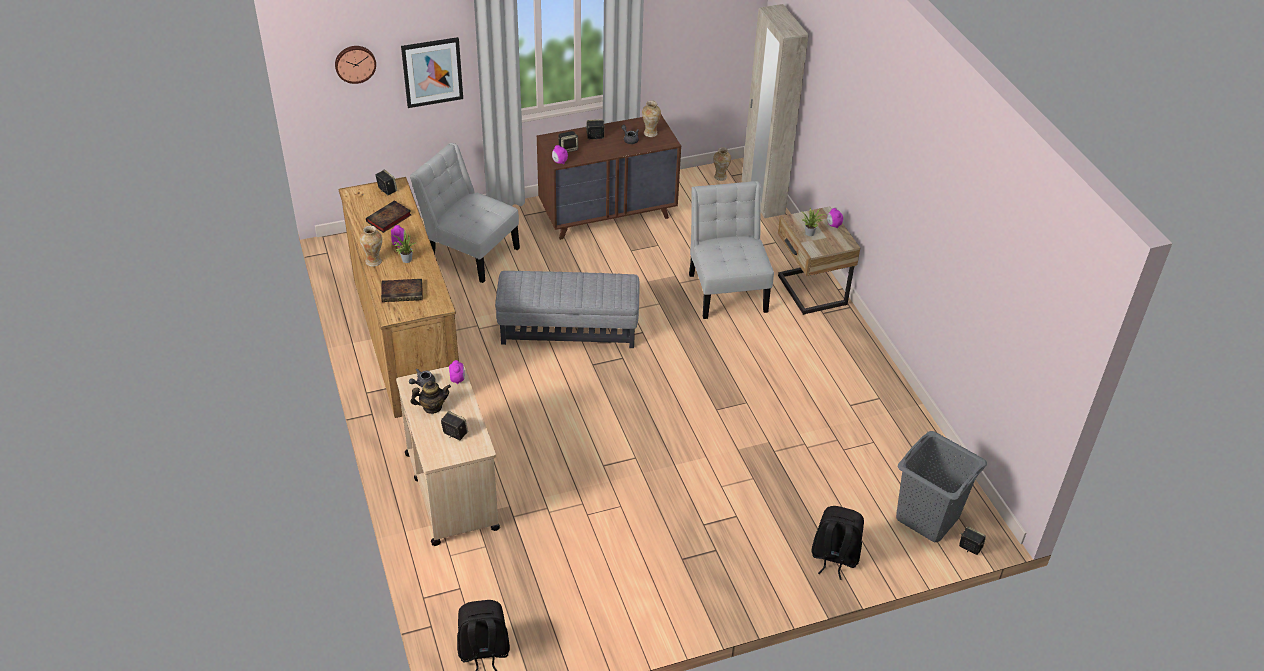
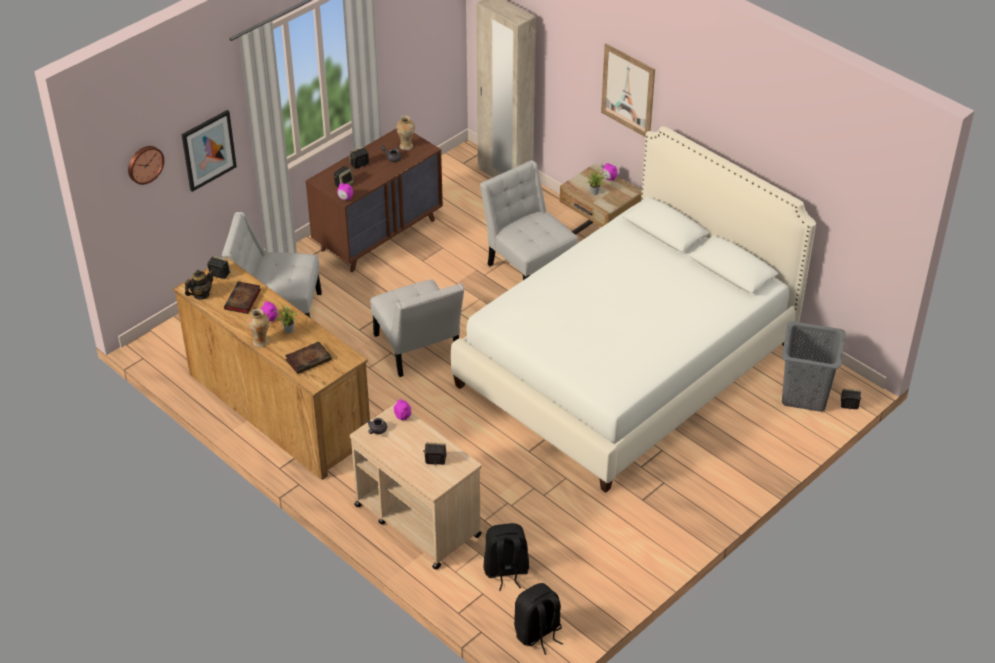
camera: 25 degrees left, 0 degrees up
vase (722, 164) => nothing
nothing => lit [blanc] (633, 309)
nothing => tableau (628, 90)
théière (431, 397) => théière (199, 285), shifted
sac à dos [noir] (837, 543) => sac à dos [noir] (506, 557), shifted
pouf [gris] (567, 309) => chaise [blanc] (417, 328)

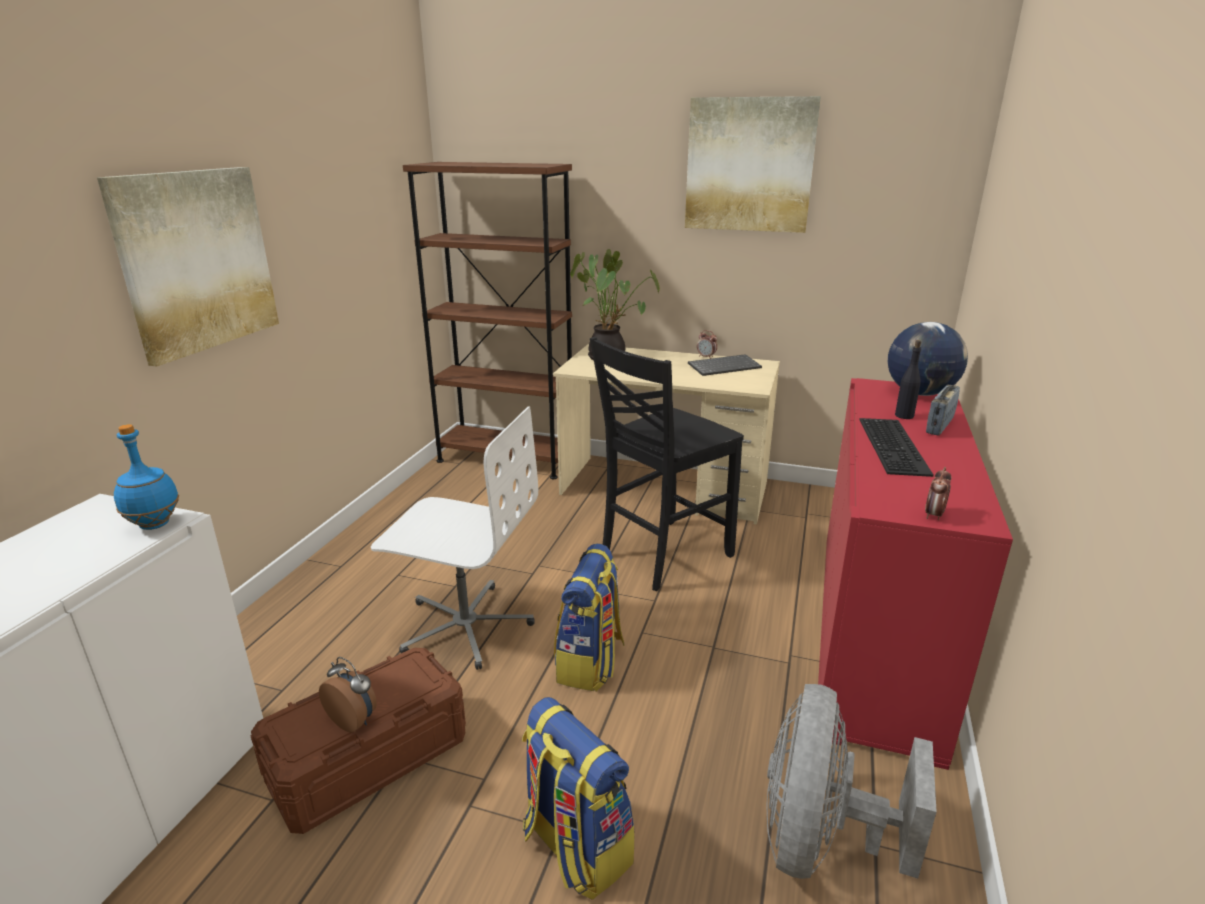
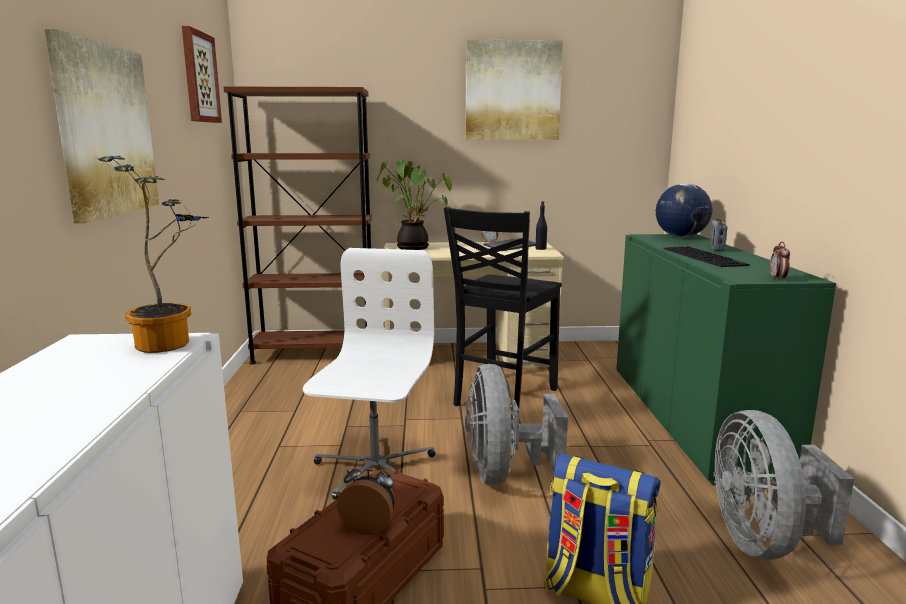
camera: 20 degrees left, 10 degrees down
nothing => tableau (202, 74)
bouteille [noir] (908, 379) => bouteille [noir] (541, 225), shifted
bouteille [bleu] (146, 477) => plante en pot (153, 254)
sac à dos (589, 617) => ventilateur [gris] (516, 424)
meuble de rangement [rouge] (915, 574) => meuble de rangement [vert] (726, 359)
chaise de bureau [blanc] (454, 538) => chaise de bureau [blanc] (369, 374), 75 degrees counterclockwise

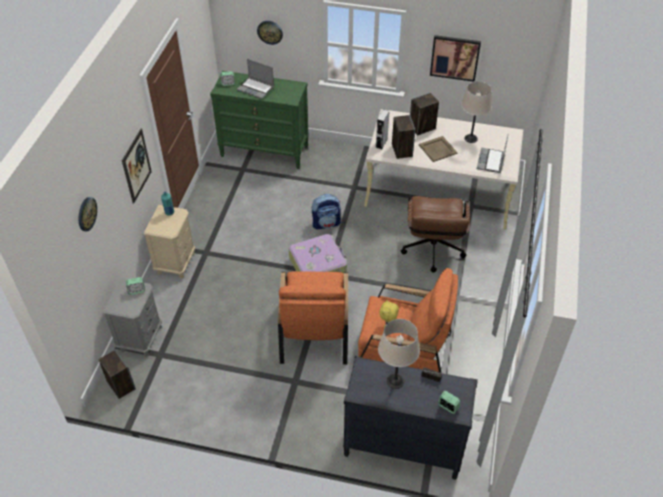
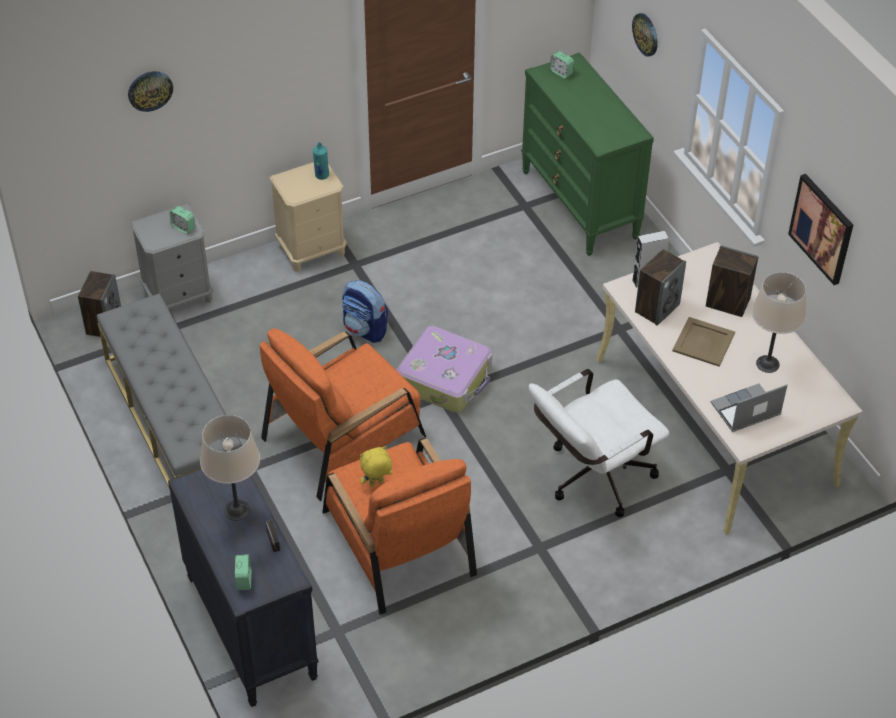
camera: 50 degrees right, 0 degrees up
tableau (137, 166) => nothing
ordinateur portable (255, 79) => nothing
nothing => banc [gris] (169, 391)
sac à dos (326, 211) => sac à dos (365, 311), shifted
chaise de bureau [marron] (435, 234) => chaise de bureau [blanc] (599, 443)

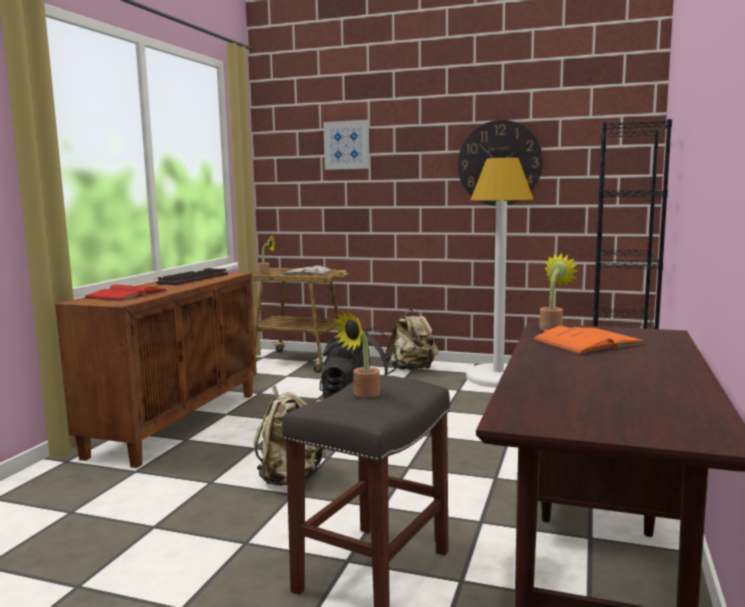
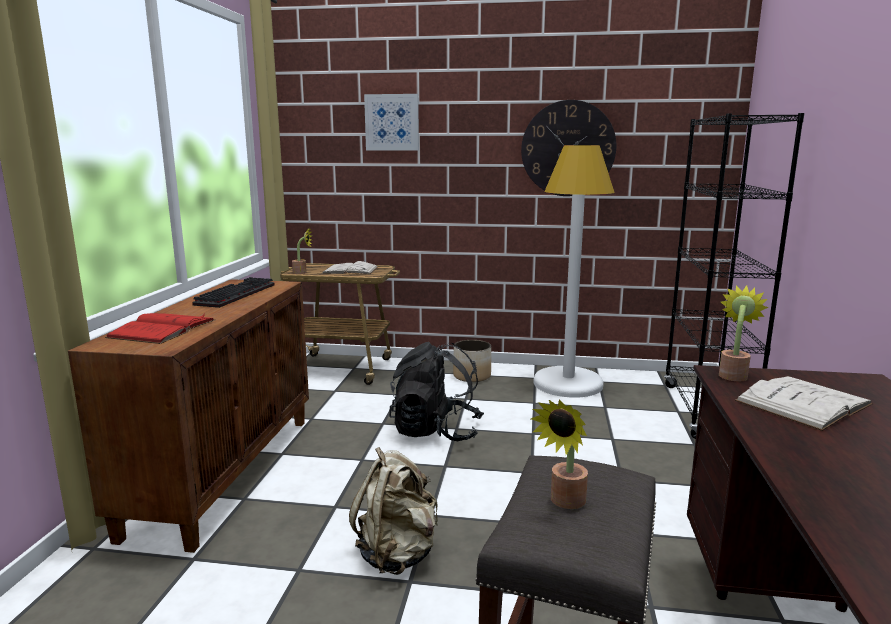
camera: 10 degrees left, 5 degrees up
sac à dos [beige] (412, 340) => cache-pot (472, 361)
livre [orange] (590, 340) => livre [blanc] (804, 403)

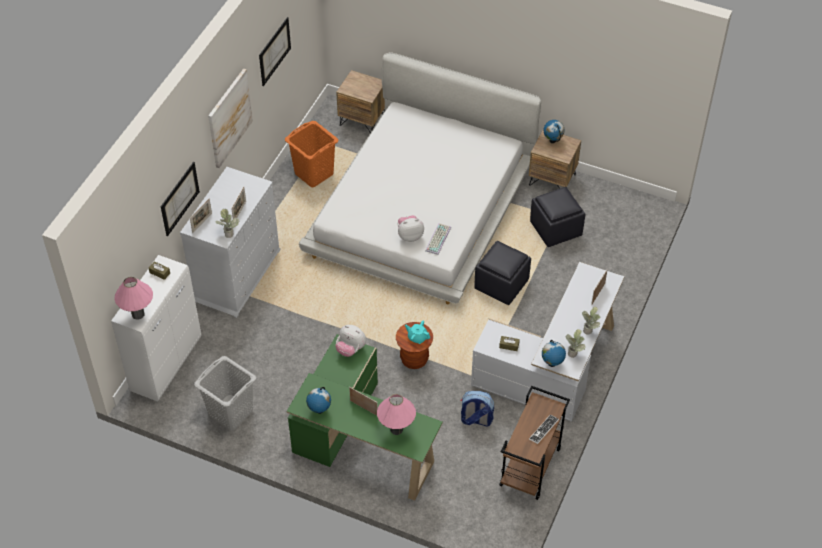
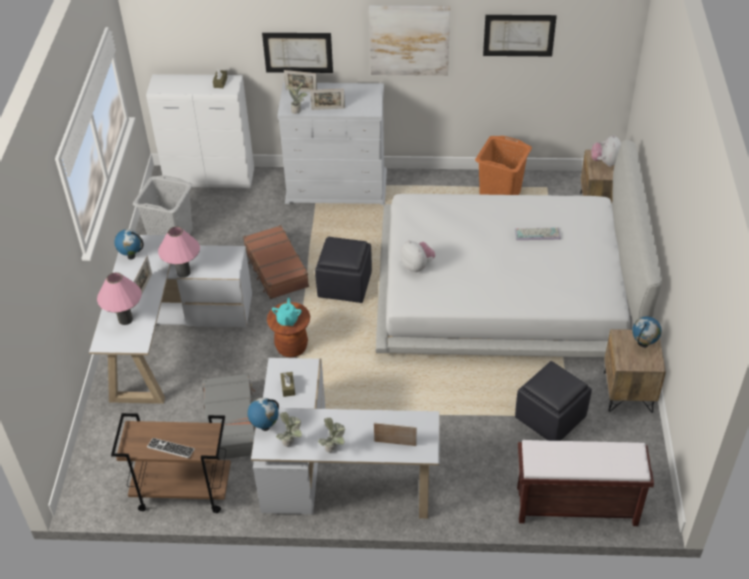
camera: 70 degrees right, 5 degrees down
nothing => valise [marron] (276, 262)
nothing => banc [marron] (585, 483)
lampe de table [rose] (133, 298) => lampe de table [rose] (179, 252), shifted
peluche (350, 341) => peluche (606, 151), shifted
clavier (438, 239) => clavier (538, 233), shifted
pouf [noir] (503, 273) => pouf [noir] (343, 270), shifted
sac à dos (477, 408) => valise [gris] (229, 416)
bureau [vert] (364, 417) => bureau [blanc] (170, 319)

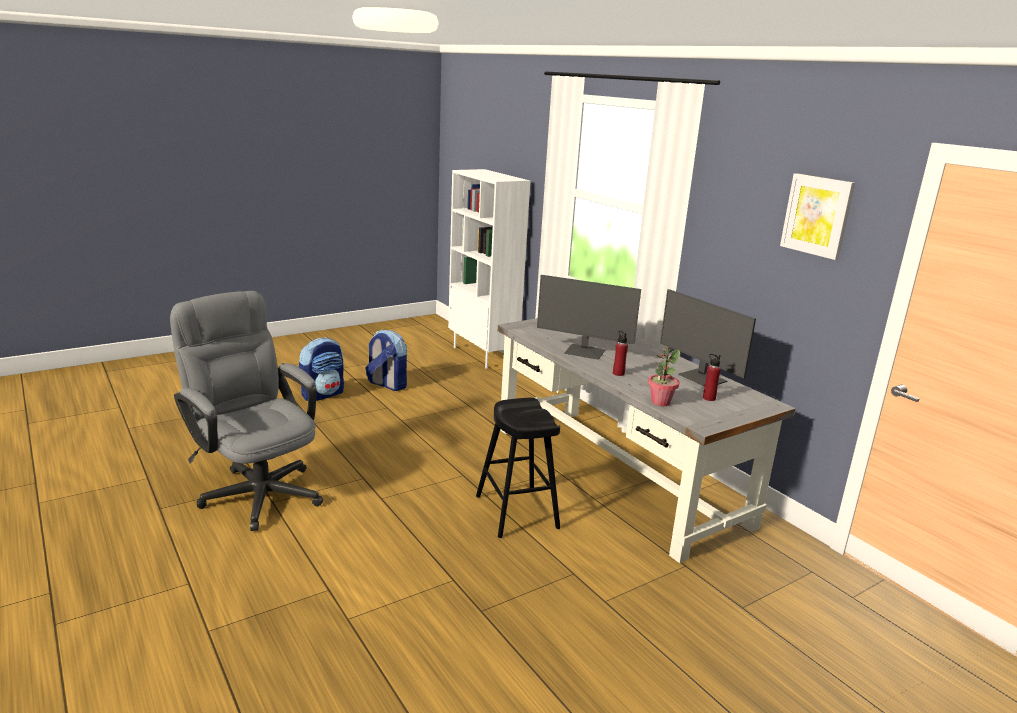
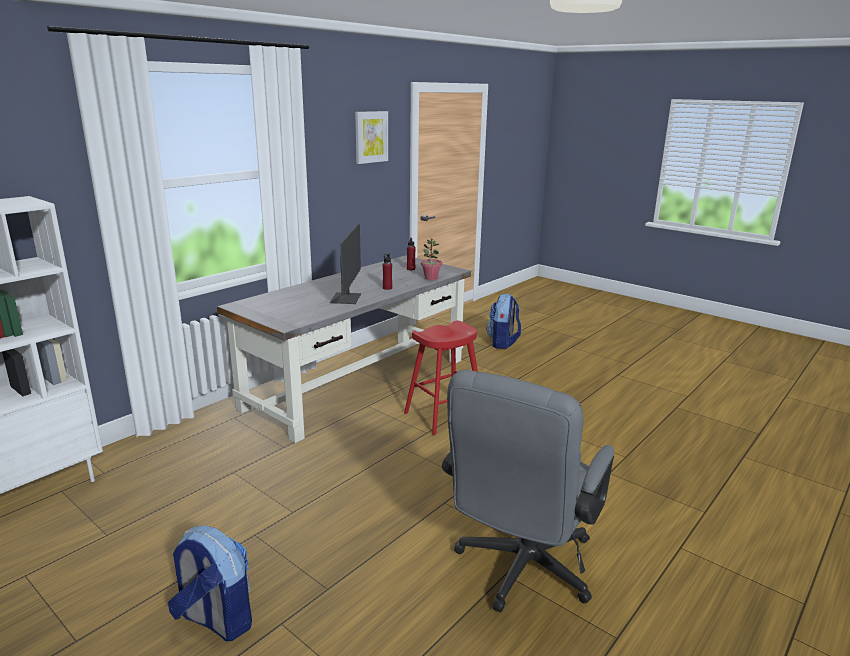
camera: 105 degrees left, 0 degrees up
écran d'ordinateur (708, 338) => nothing
sac à dos (386, 360) => sac à dos (503, 321), shifted
tabouret [noir] (518, 468) => tabouret [rouge] (441, 378)

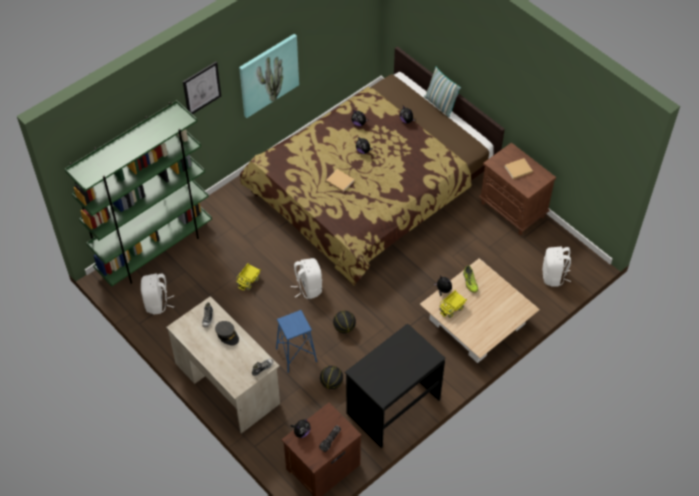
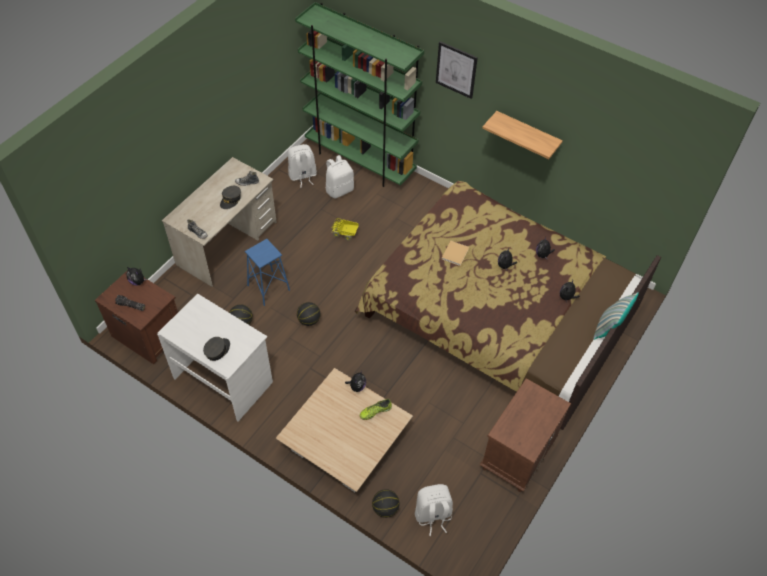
camera: 75 degrees right, 0 degrees up
camion jouet (453, 304) => nothing
livre [beige] (518, 168) => nothing
nothing => casquette [gris] (216, 349)
nothing => ballon de basket (385, 503)
sac à dos [blanc] (306, 278) => sac à dos [blanc] (339, 176), shifted
tableau (269, 76) => étagère (522, 135)
bureau [noir] (395, 385) => bureau [blanc] (215, 357)

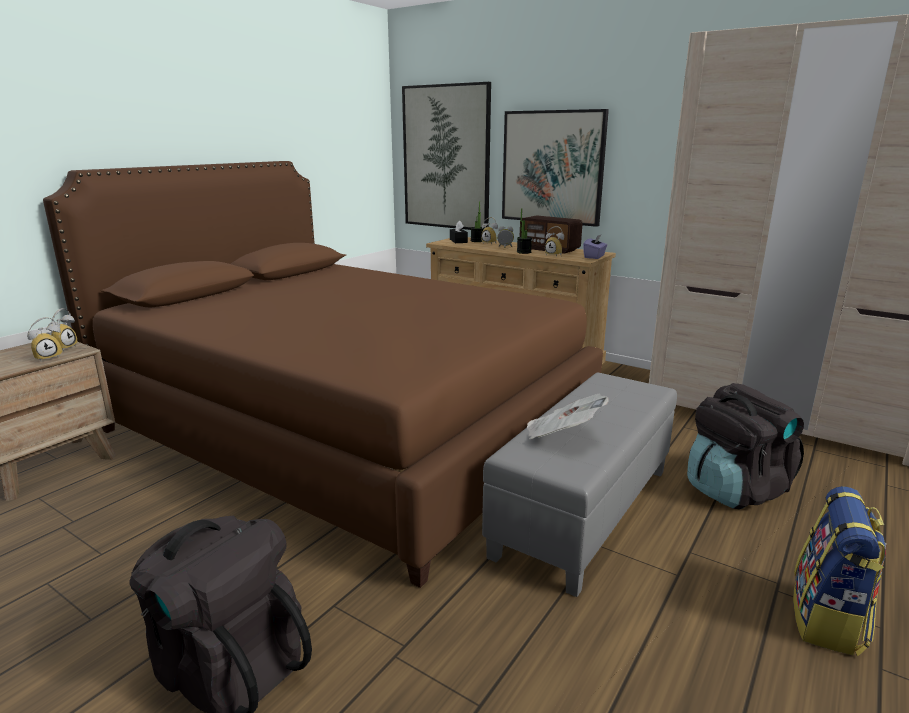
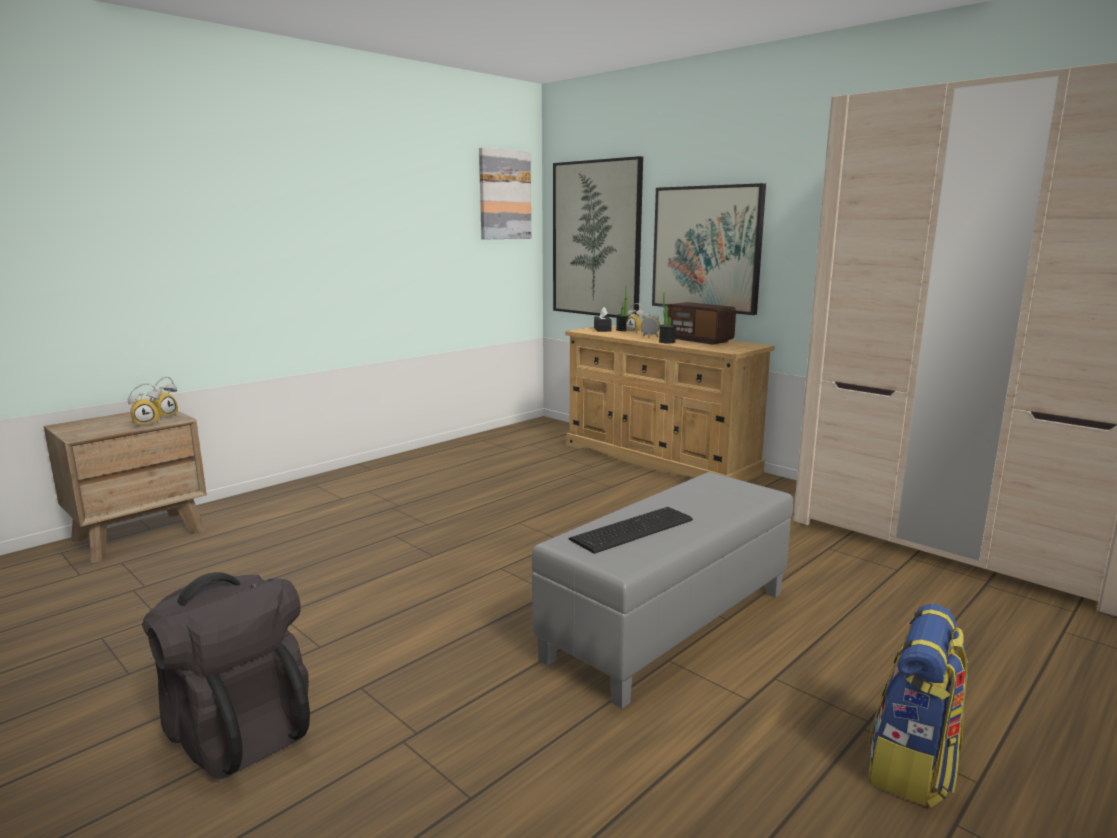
camera: 10 degrees right, 5 degrees down
lit [marron] (323, 374) => nothing
réveil (554, 241) => nothing
boîte à mouchoirs [violet] (595, 247) => nothing
sac à dos [noir] (745, 446) => nothing
nothing => tableau (505, 194)
journal (568, 416) => clavier (631, 530)

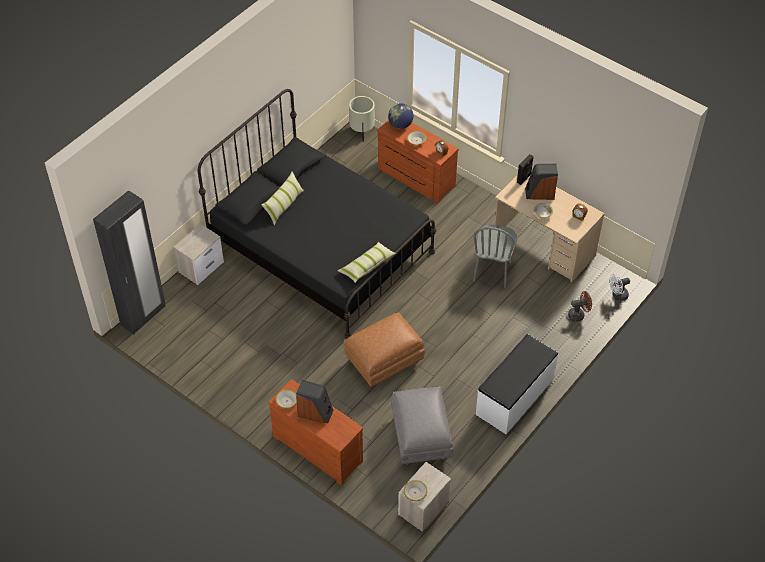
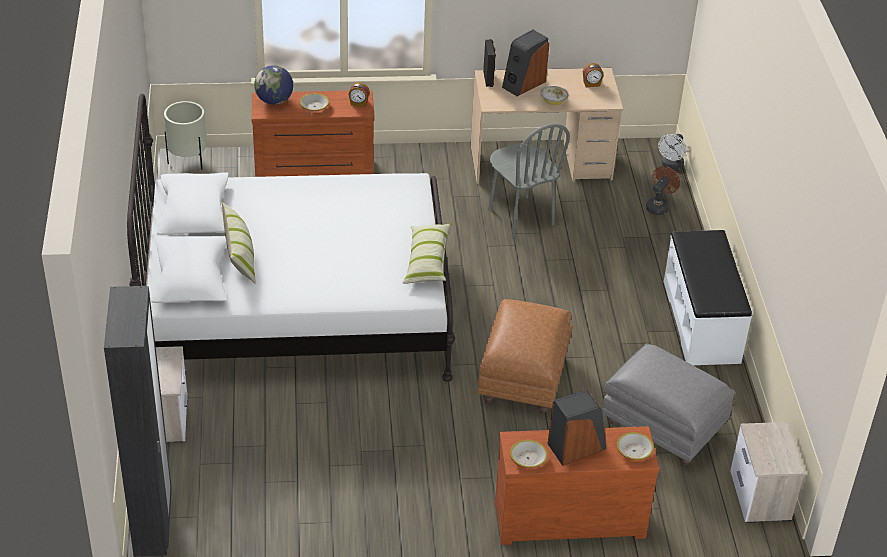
camera: 45 degrees left, 10 degrees down
bol (415, 490) => bol (635, 446), shifted
lit [noir] (317, 214) => lit [blanc] (291, 238)

